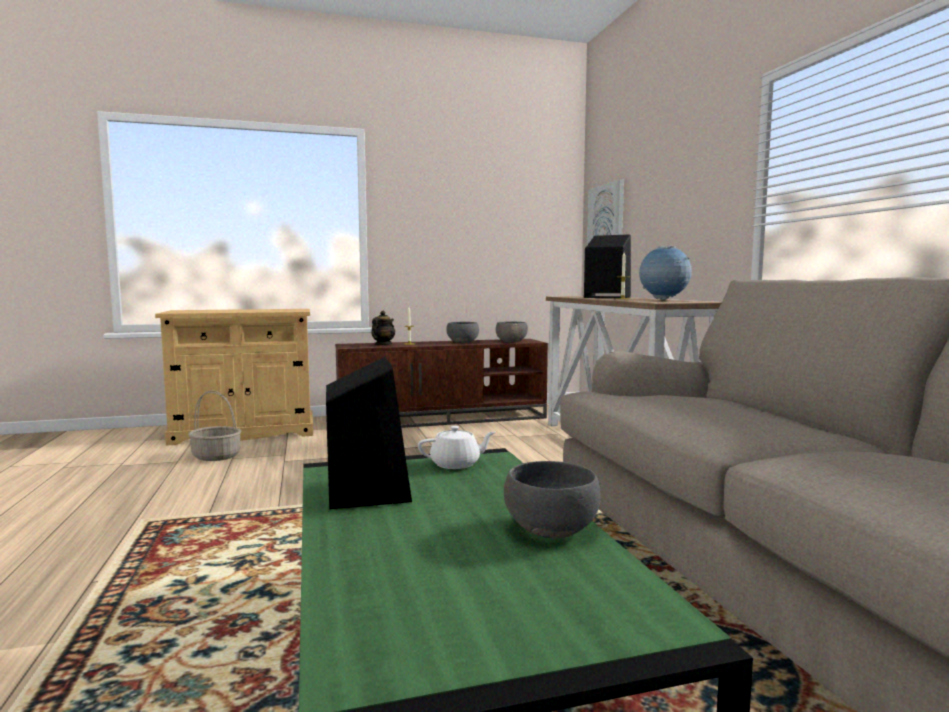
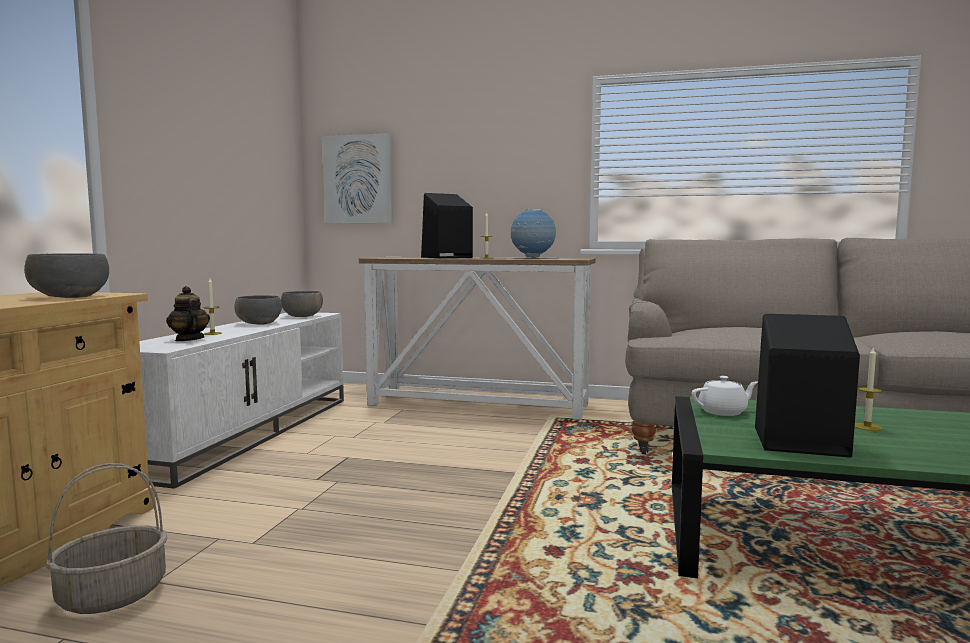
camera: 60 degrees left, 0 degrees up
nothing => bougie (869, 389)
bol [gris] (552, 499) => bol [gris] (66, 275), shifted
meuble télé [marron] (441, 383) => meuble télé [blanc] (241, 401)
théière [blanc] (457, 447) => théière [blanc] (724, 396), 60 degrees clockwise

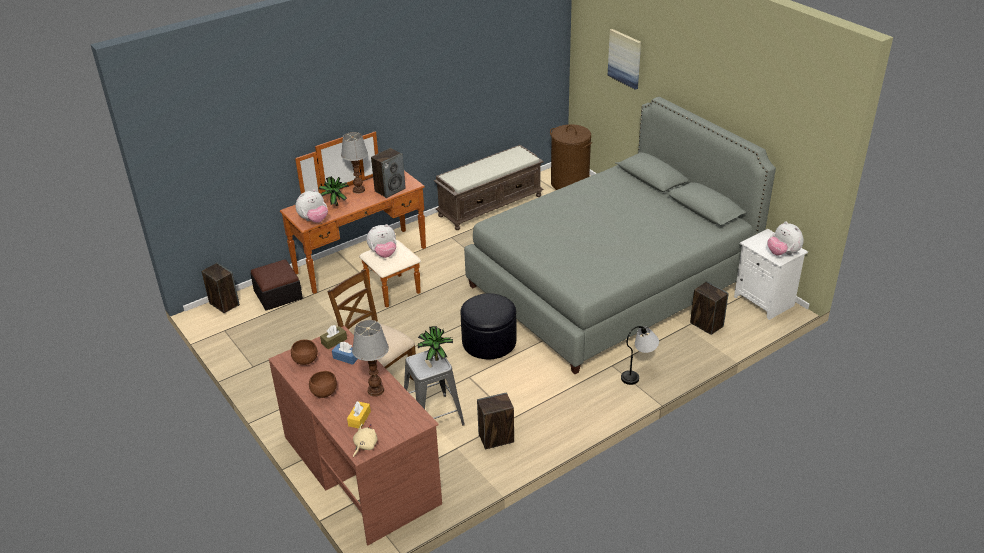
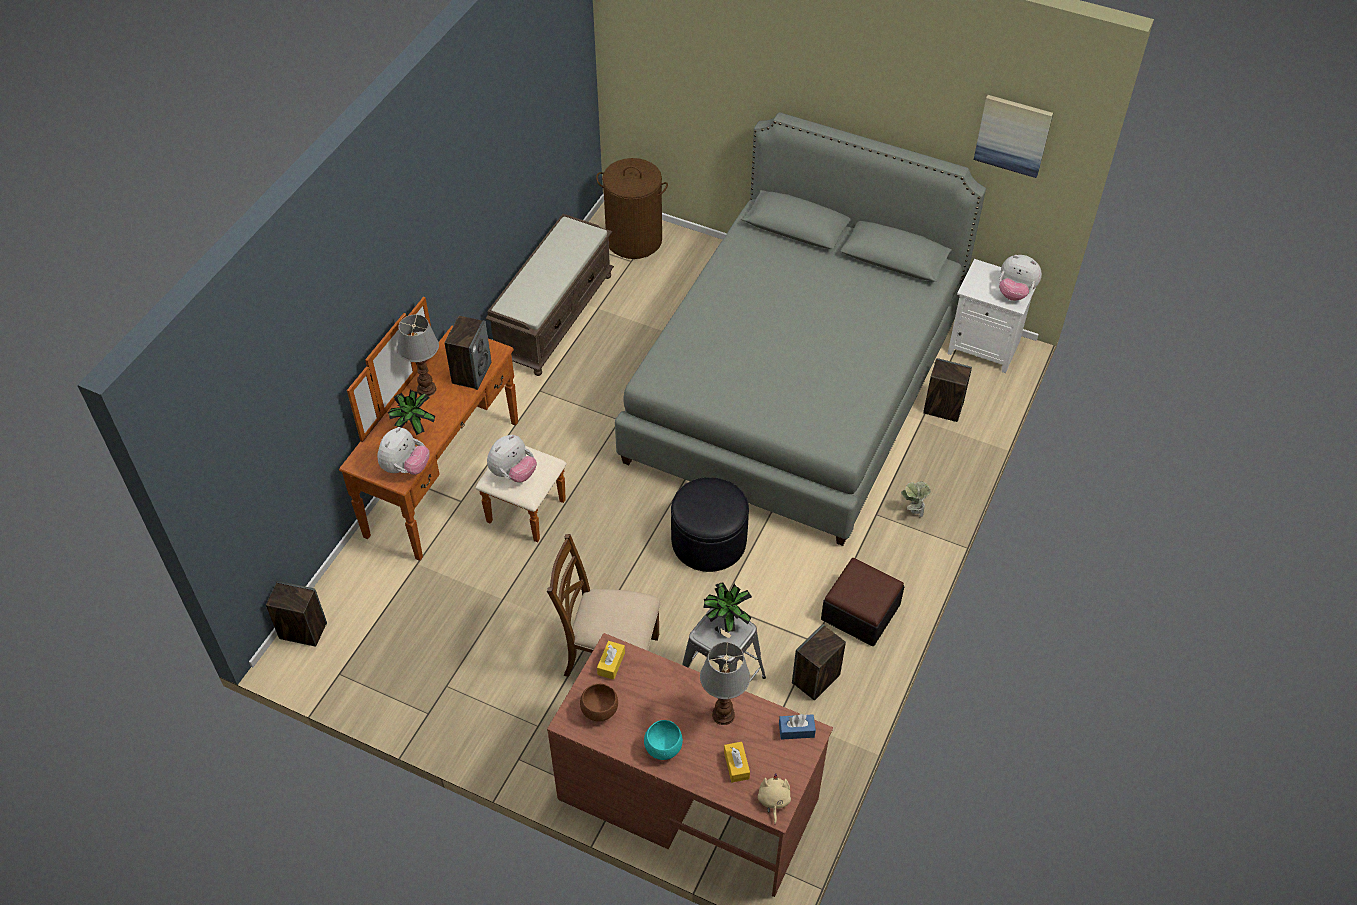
camera: 30 degrees left, 15 degrees up
pouf (276, 285) => pouf (862, 602), shifted
boîte à mouchoirs [bleu] (345, 353) => boîte à mouchoirs [bleu] (797, 727), shifted
tableau (624, 59) => tableau (1013, 136), shifted
lampe de table (640, 355) => plante en pot (916, 499)
bol [marron] (323, 384) => bol [turquoise] (663, 740)
boîte à mouchoirs [marron] (333, 337) => boîte à mouchoirs [jaune] (611, 660)

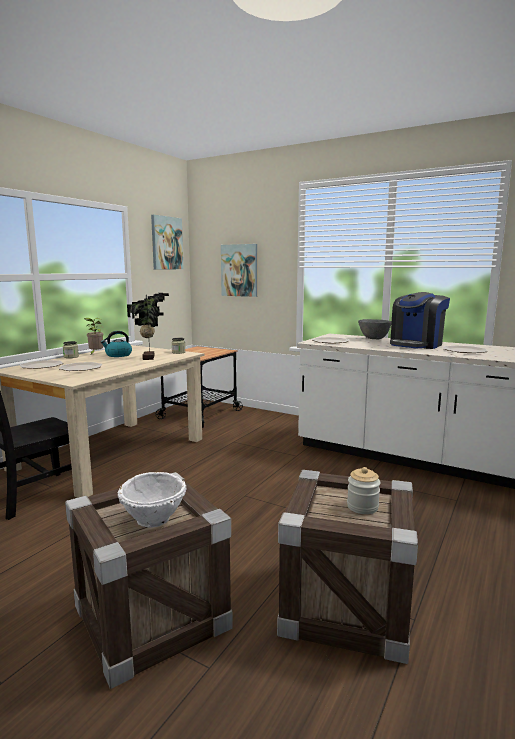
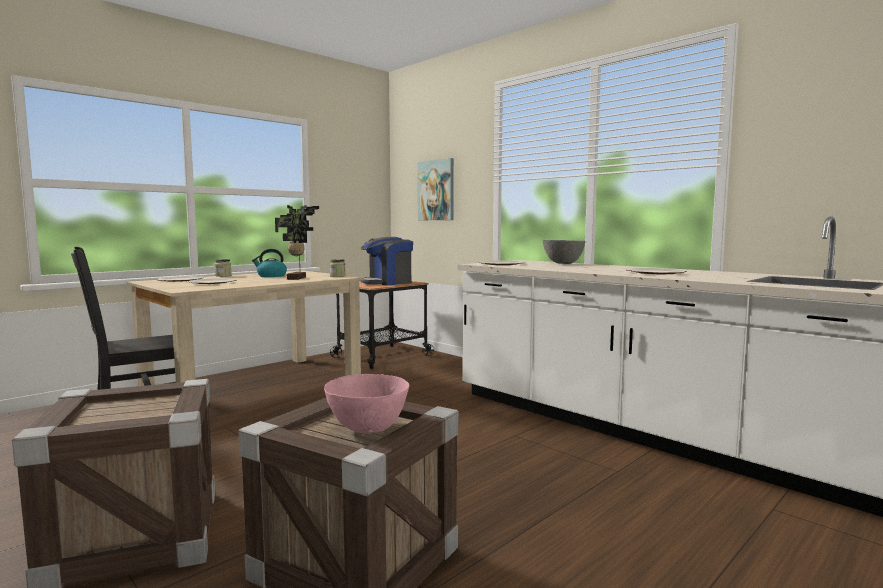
camera: 15 degrees right, 5 degrees down
plante en pot (94, 336) => nothing
bol [blanc] (152, 500) => nothing
tableau (167, 242) => nothing
machine à café (420, 320) => machine à café (387, 261), shifted
bocal (363, 490) => bol [rose] (366, 403)

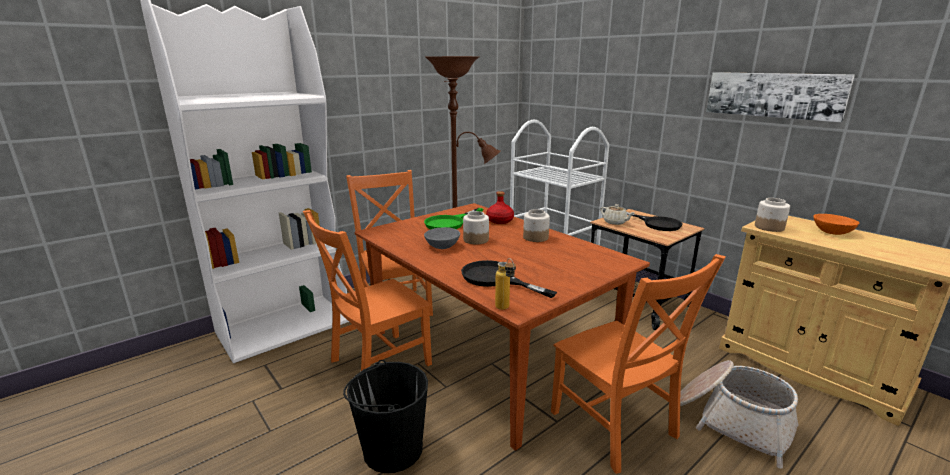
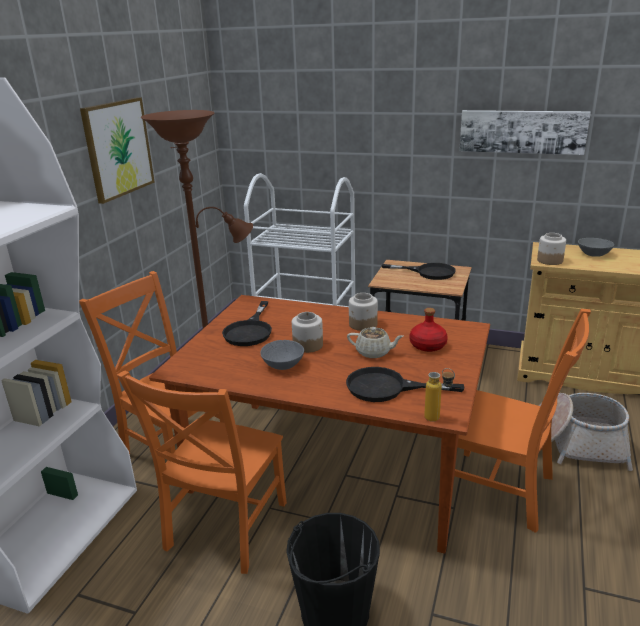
camera: 30 degrees left, 5 degrees up
nothing => tableau (117, 150)
bouteille [rouge] (500, 207) => bouteille [rouge] (429, 330), shifted
théière [beige] (617, 214) => théière [beige] (375, 342), shifted
poêle [vert] (453, 218) => poêle [noir] (247, 323)
bol [orange] (836, 224) => bol [gris] (596, 247)

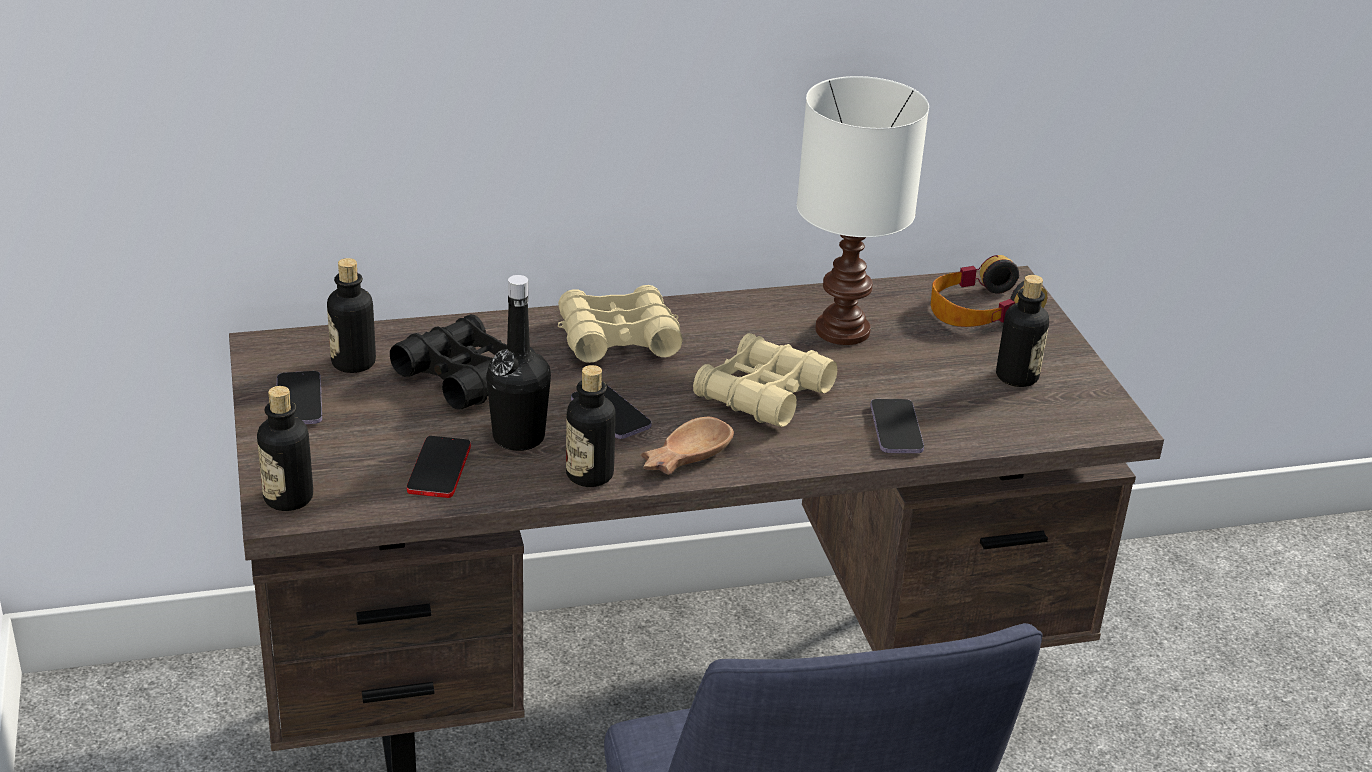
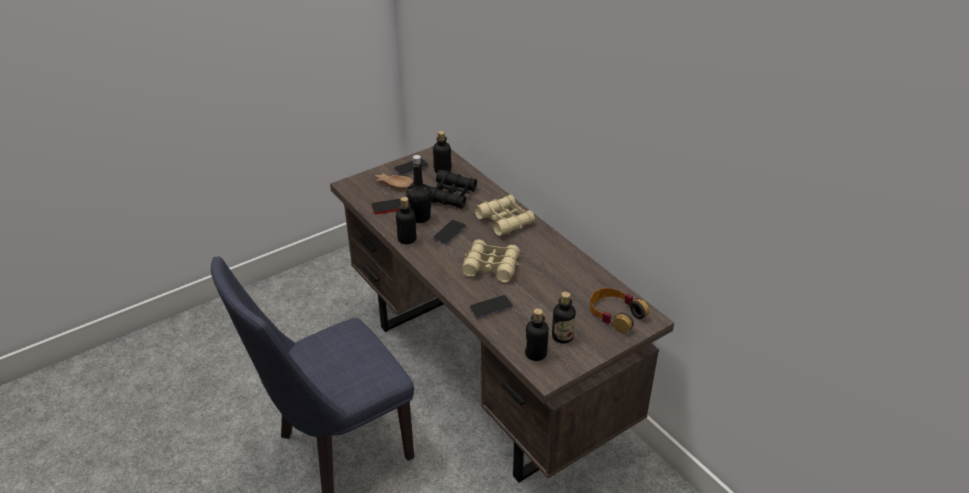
camera: 70 degrees right, 5 degrees up
lampe de table [blanc] (863, 210) => nothing
bouteille (285, 448) => bouteille (537, 334), shifted
bol [marron] (687, 446) => bol [marron] (393, 181), shifted

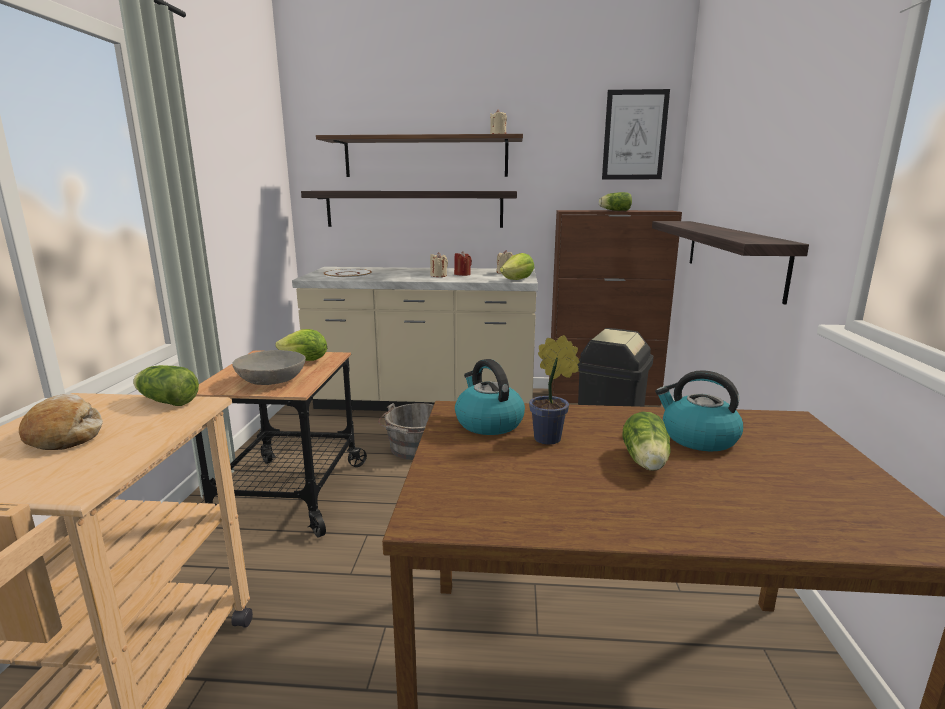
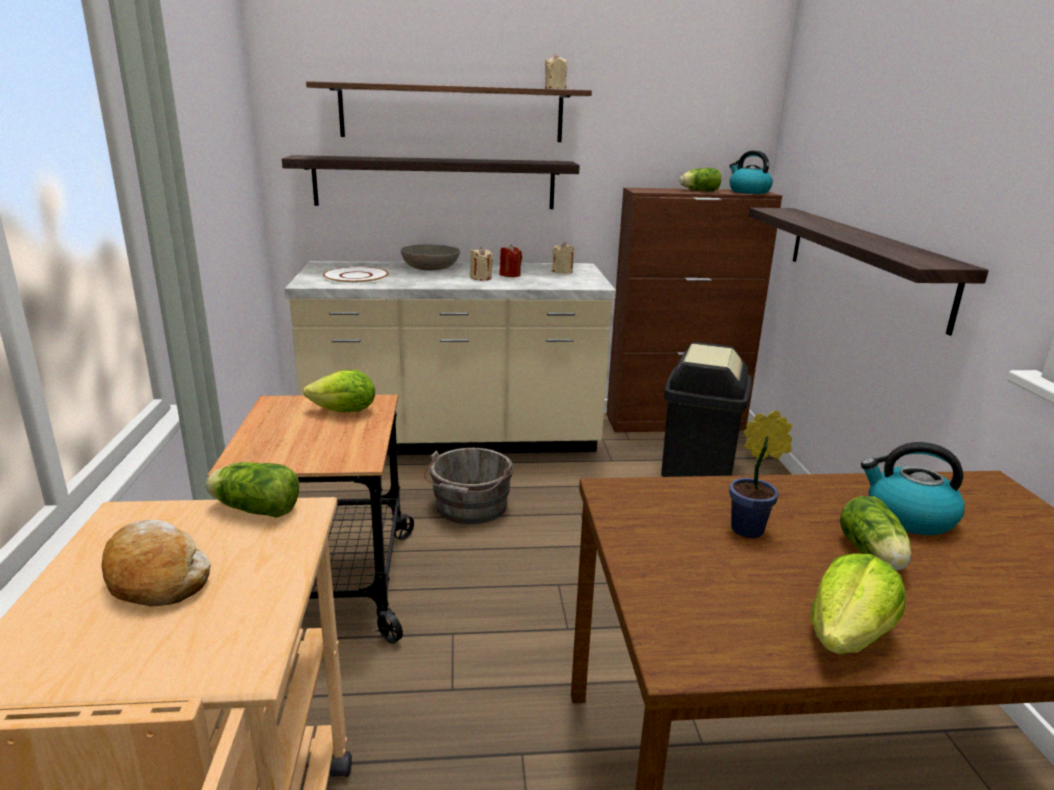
camera: 10 degrees left, 5 degrees up
tableau (636, 134) => nothing
bol [gris] (269, 367) => bol [gris] (430, 257), shifted
bouilloire (490, 397) => bouilloire (751, 172), shifted
laitue (517, 266) => laitue (858, 604), shifted

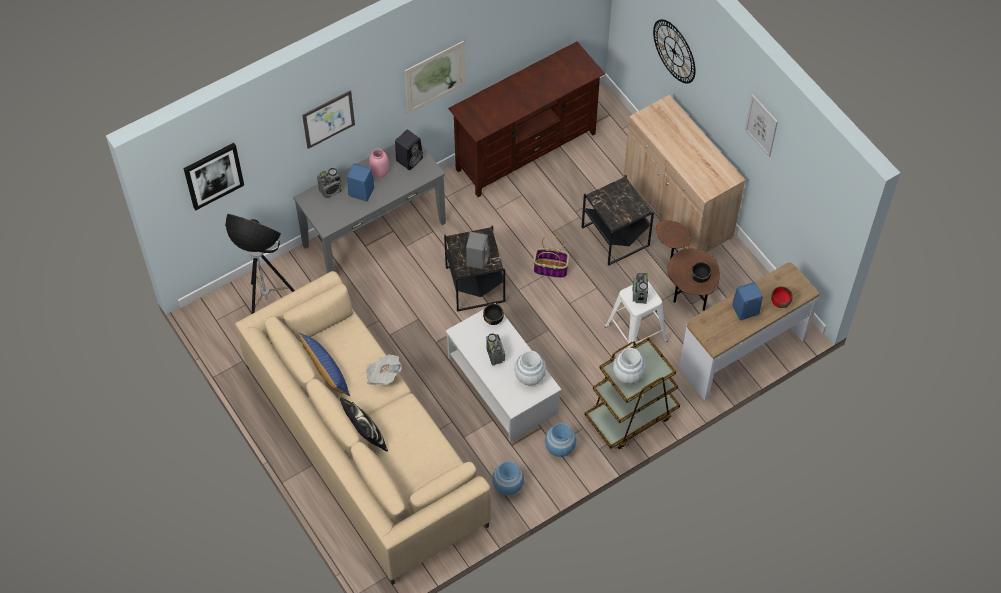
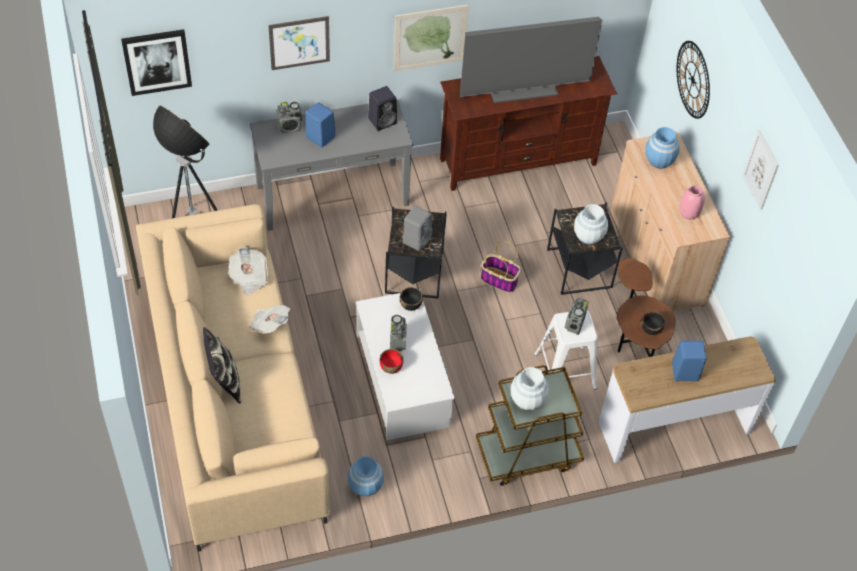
camera: 15 degrees right, 5 degrees down
coussin [bleu] (324, 364) => nothing
nothing => journal (248, 270)
nothing => téléviseur (531, 60)
vase [rose] (379, 163) => vase [rose] (692, 202), shifted
vase [blanc] (530, 368) => vase [blanc] (591, 224), shifted
vase [bleu] (560, 440) => vase [bleu] (662, 148), shifted
bol [rouge] (782, 297) => bol [rouge] (391, 361), shifted

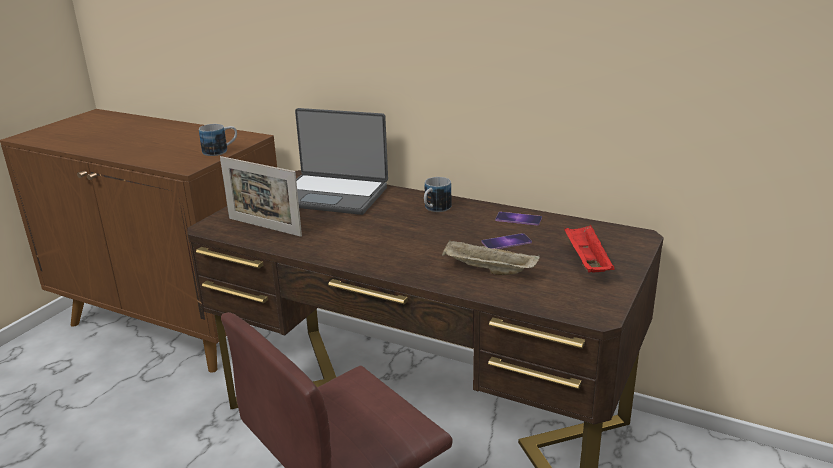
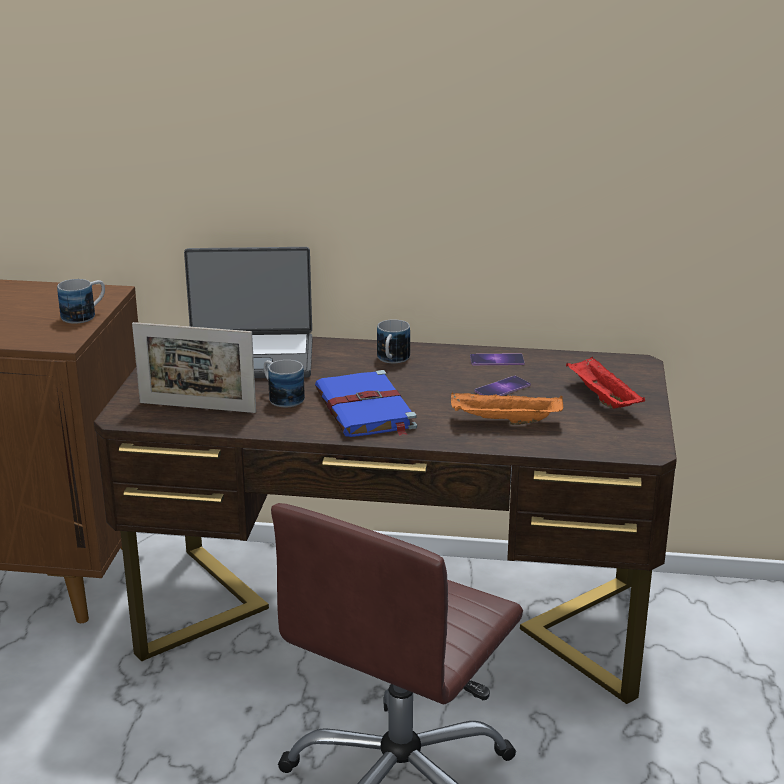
camera: 20 degrees left, 0 degrees up
nothing => mug (284, 383)
nothing => livre [bleu] (366, 403)
plateau [beige] (491, 257) => plateau [orange] (507, 408)

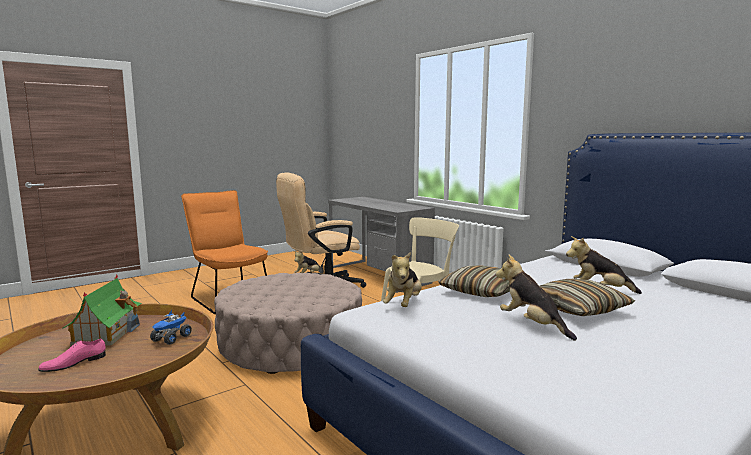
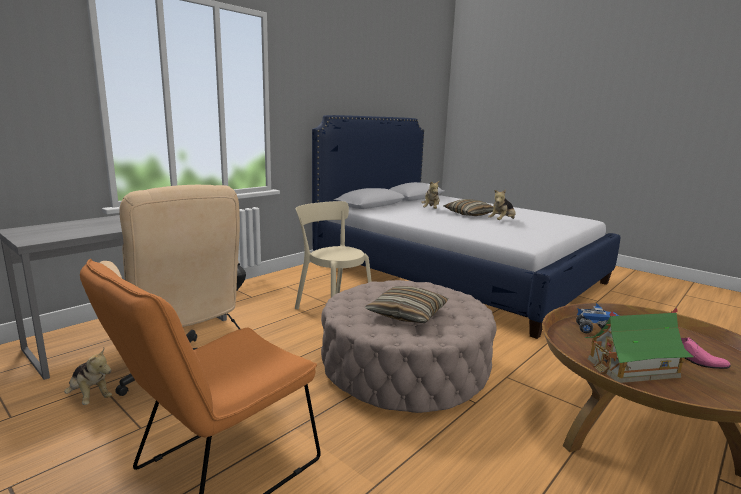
camera: 100 degrees left, 5 degrees up
peluche (402, 279) => nothing
coussin (474, 281) => coussin (406, 304), shifted

